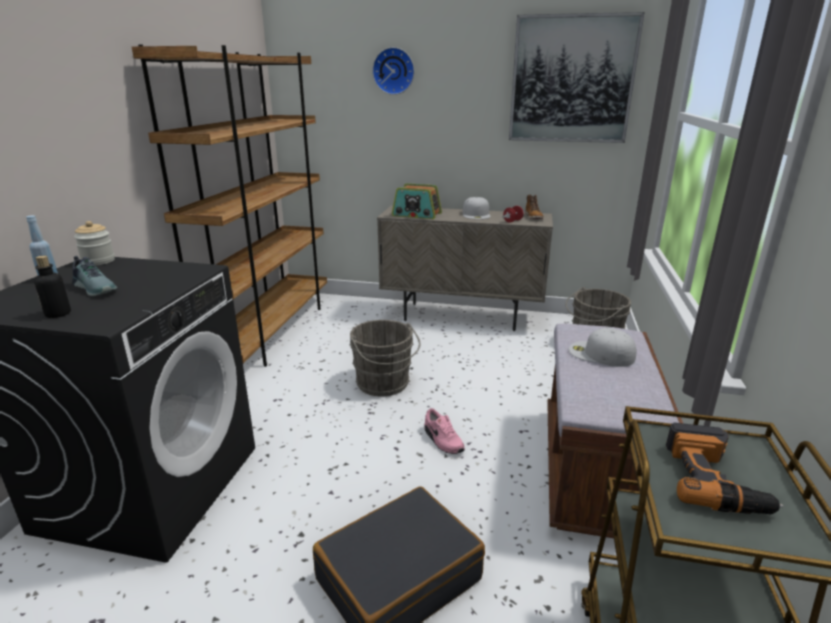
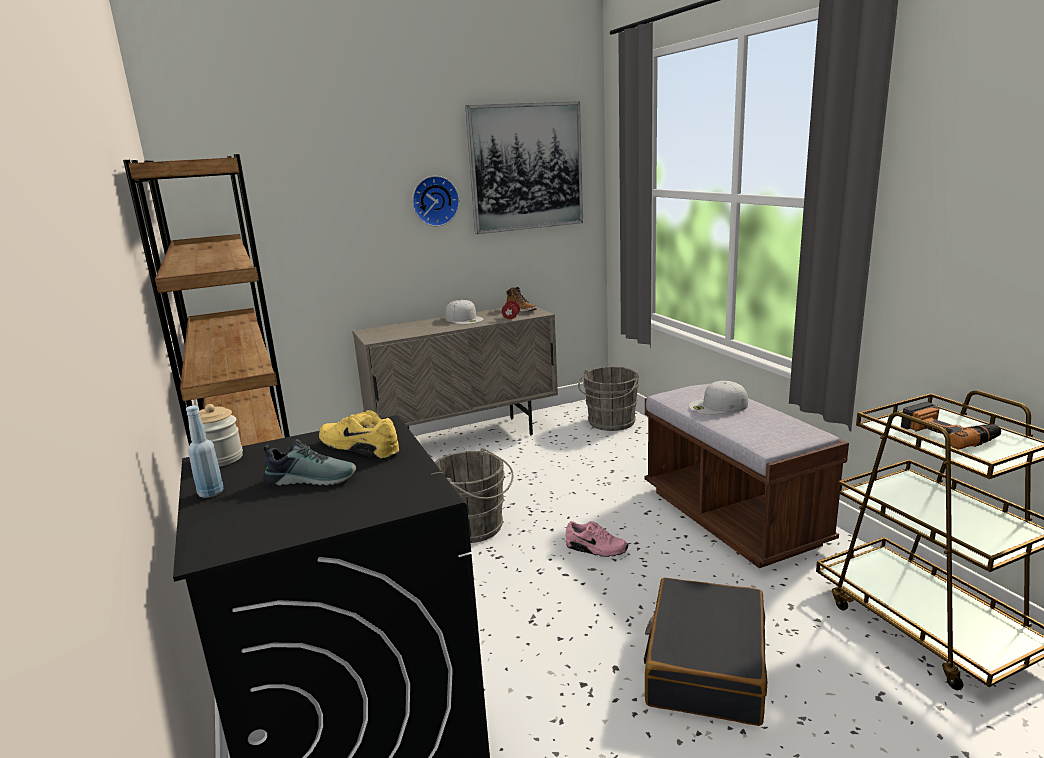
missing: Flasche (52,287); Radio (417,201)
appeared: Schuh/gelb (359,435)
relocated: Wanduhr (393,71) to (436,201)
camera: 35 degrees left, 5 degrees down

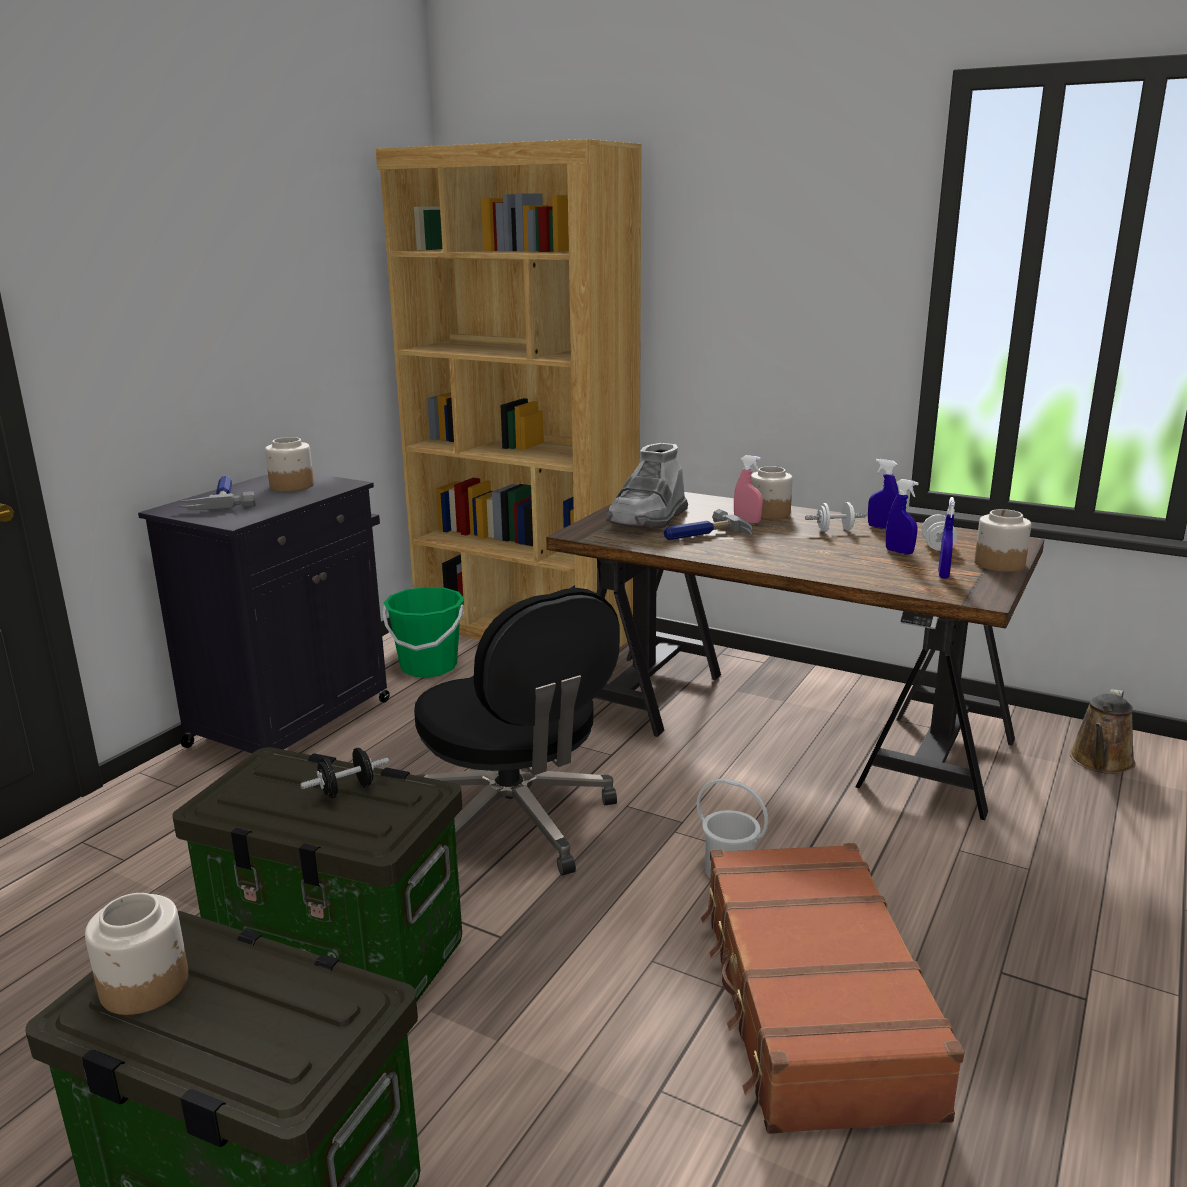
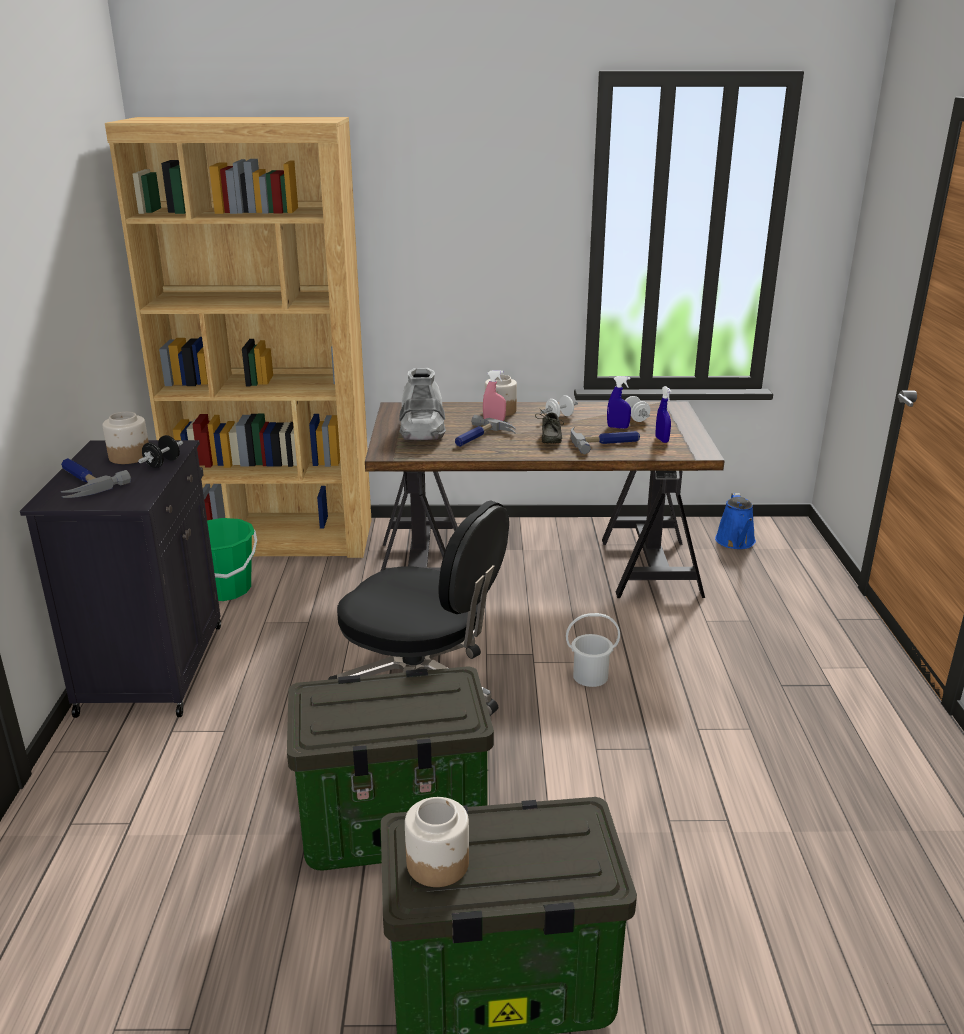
missing: Koffer/braun (832,988); Sprühflasche/blau (883,494); Vorratsglas (1002,540)
appeared: Schuh/grau (549,426); Hammer (605,440)
relocated: Hantel/schwarz (344,773) to (160,451)
colour: Gießkanne/braun (1102,731) to Gießkanne/blau (735,521)
camera: 30 degrees left, 5 degrees up

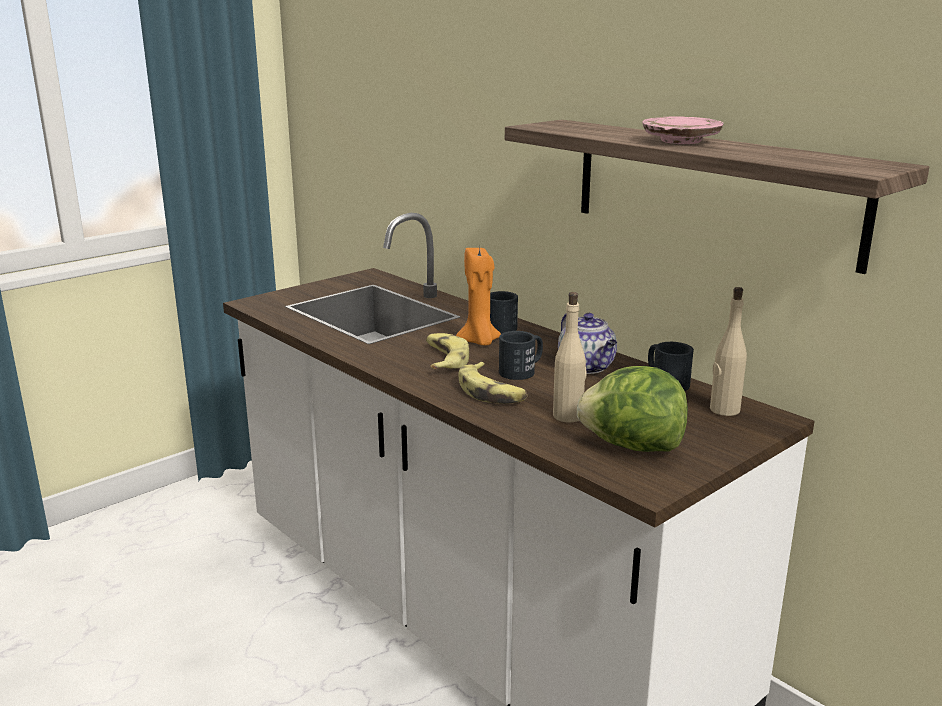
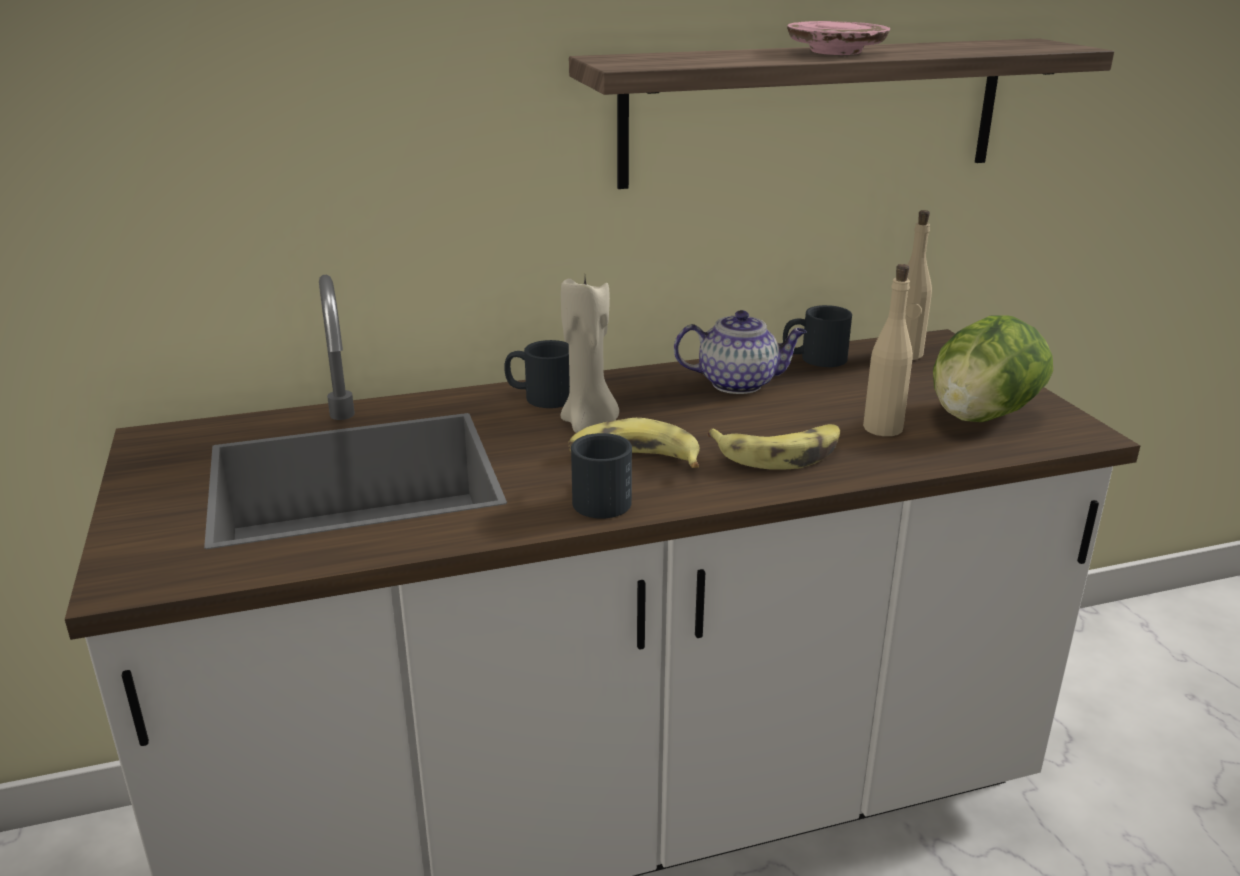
relocated: Henkelbecher/schwarz (521,355) to (601,476)
colour: Kerze/orange (478,296) to Kerze/beige (590,355)
camera: 65 degrees left, 5 degrees up

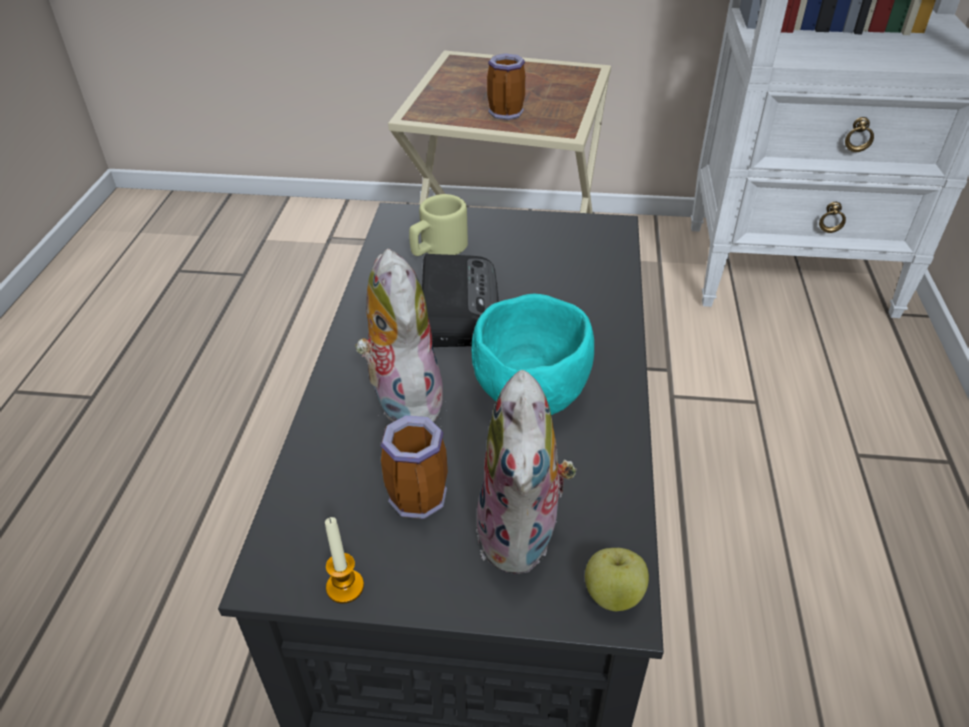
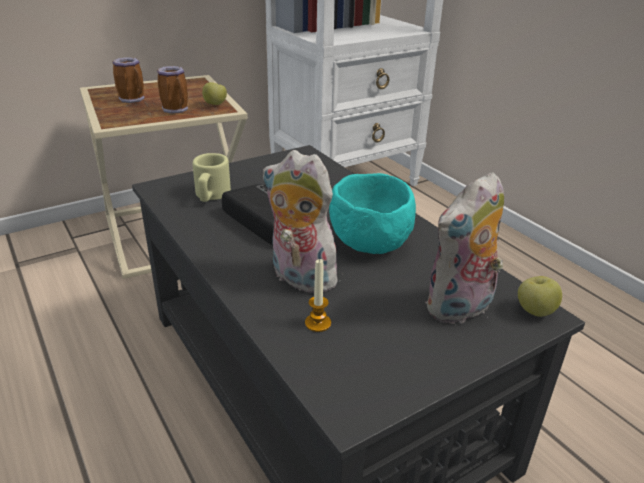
appeared: Apfel (214,93)
relocated: Kerze (344,560) to (318,295); Henkelbecher (414,467) to (128,80)
spun: Plüschtier (526,472) = (467,248) 90 degrees clockwise
camera: 40 degrees left, 10 degrees down

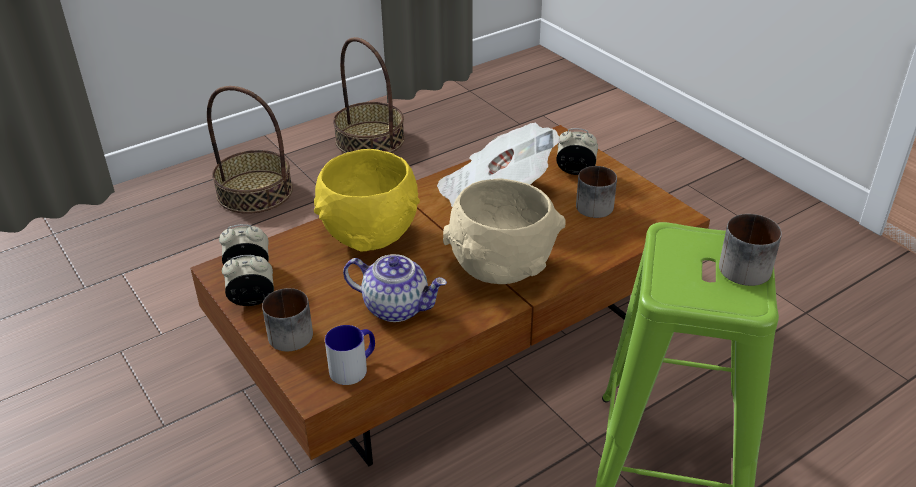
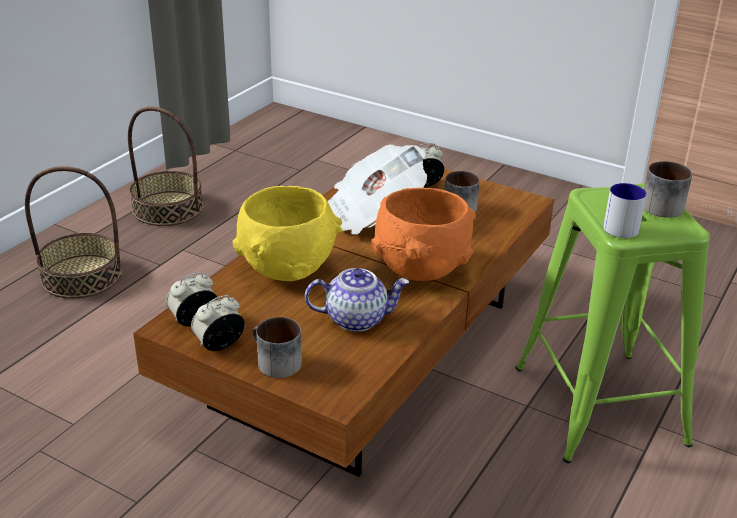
relocated: Henkelbecher (350,355) to (625,210)
colour: Schüssel/beige (504,231) to Schüssel/orange (424,234)
camera: 25 degrees left, 5 degrees down

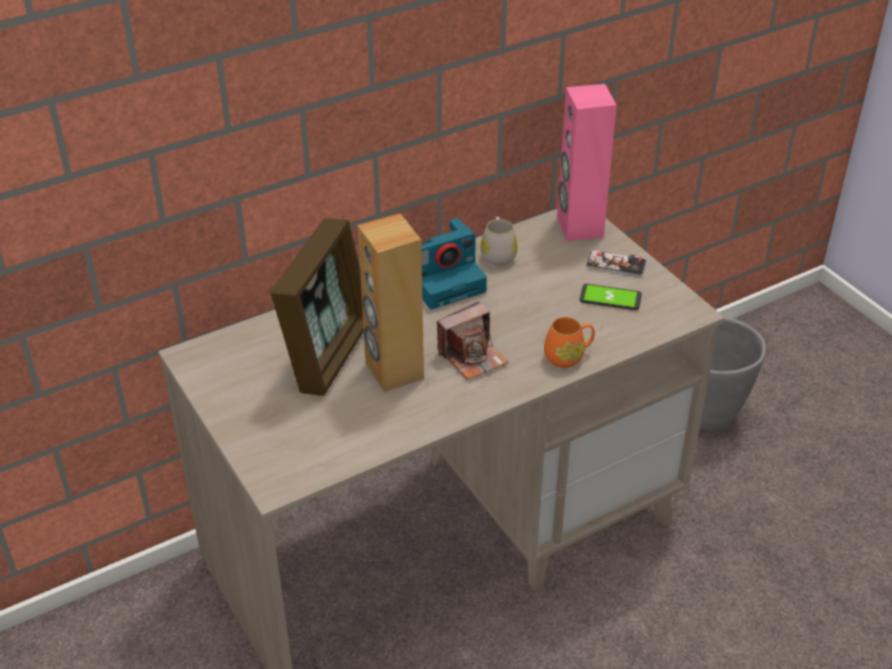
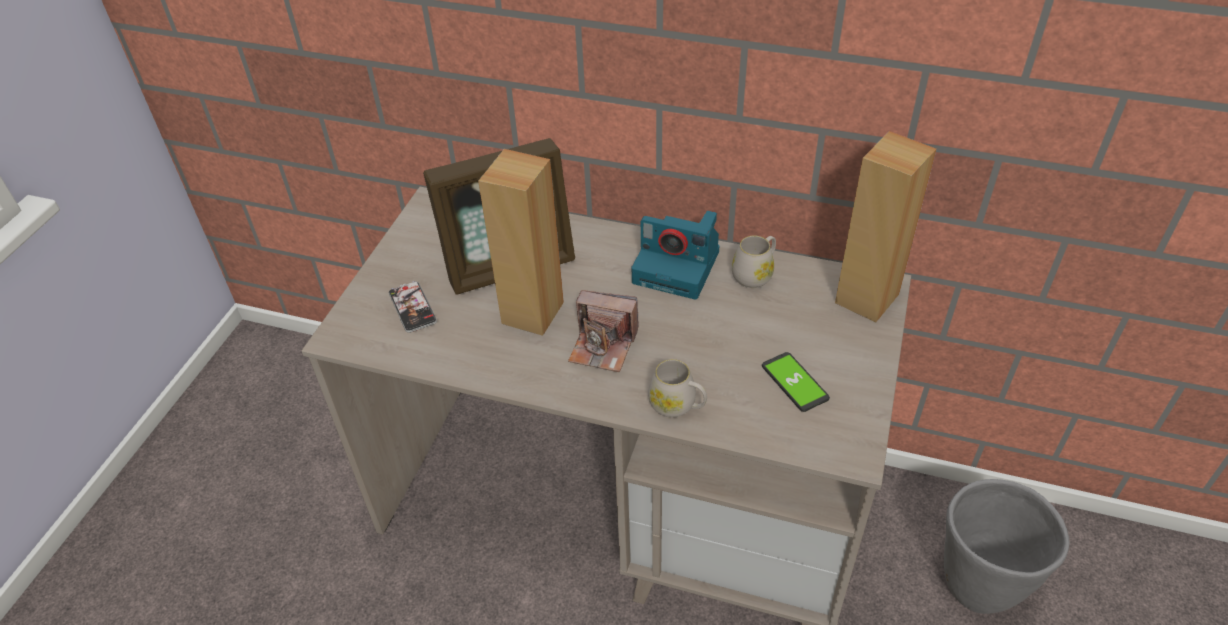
relocated: Handy (616,263) to (413,307)
colour: Henkelbecher/orange (569,342) to Henkelbecher/weiß (677,388); Lautsprecher/rosa (587,162) to Lautsprecher/braun (885,226)
camera: 50 degrees right, 5 degrees up

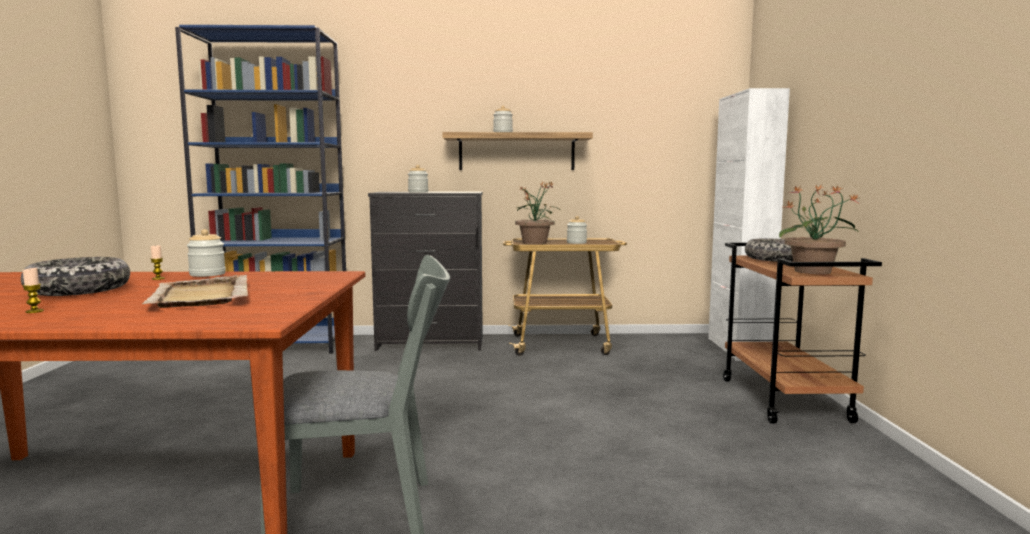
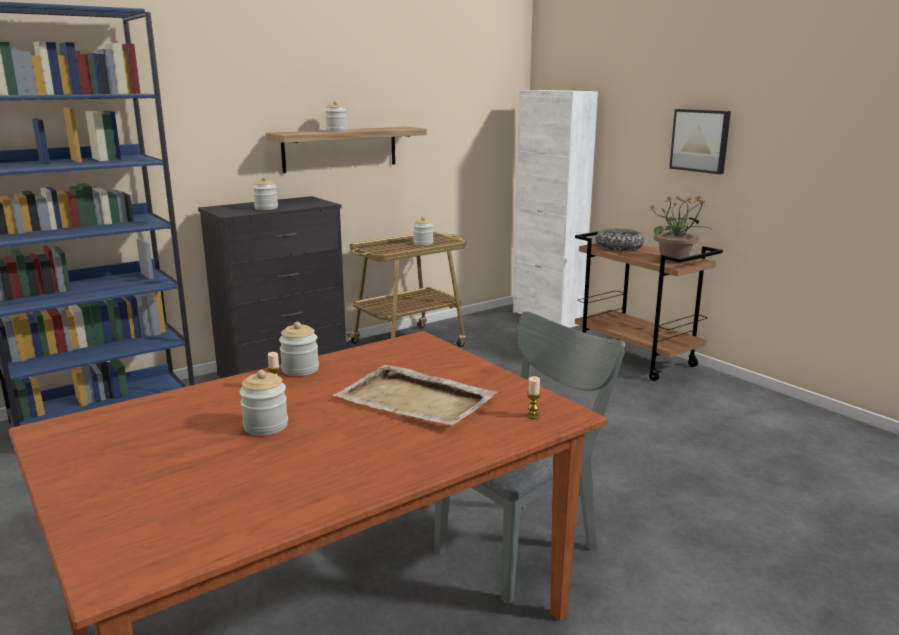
missing: Topfpflanze (537,213)
appeared: Bild (700,141)
relocated: Kerze (33,290) to (533,397)
exchanged: Schüssel (75,276) to Vorratsglas (263,402)
camera: 35 degrees left, 10 degrees up

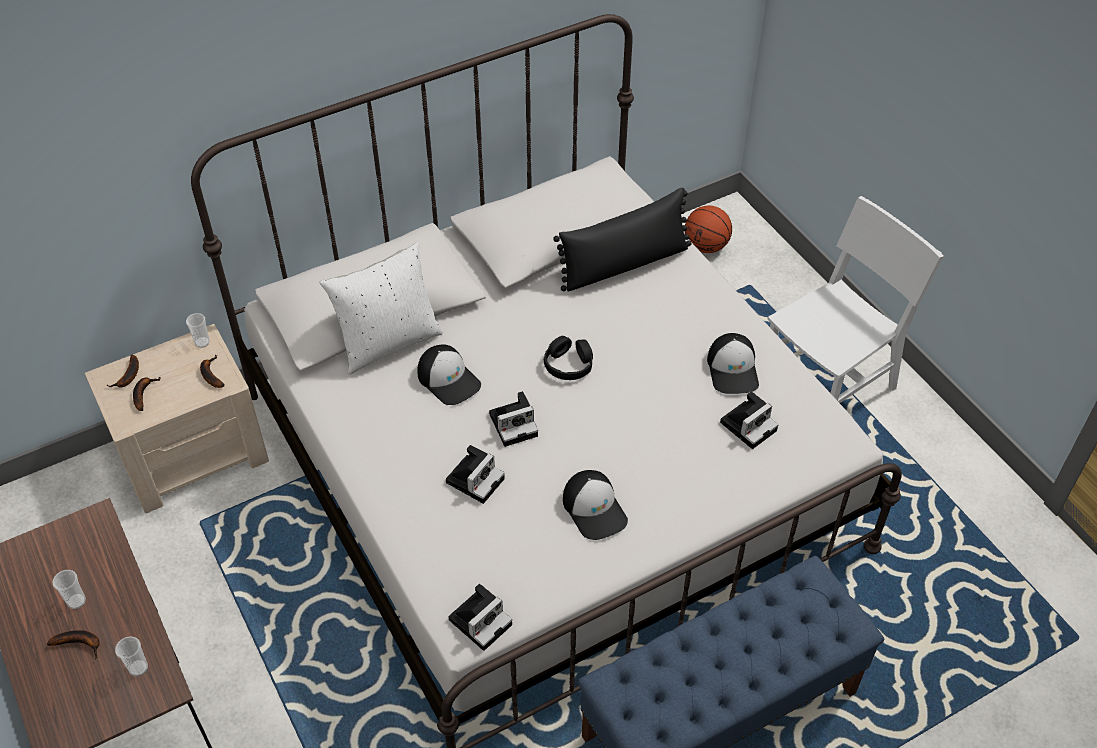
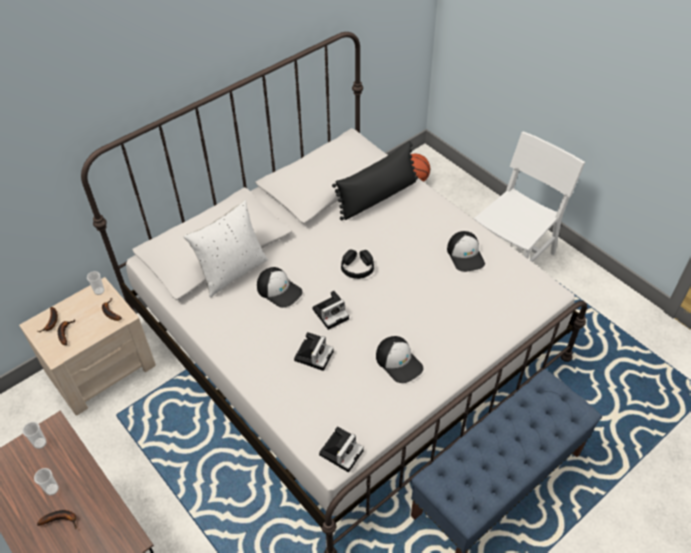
missing: Kamera (749,420)
relocated: Tasse (131,656) to (34,435)
camera: 10 degrees left, 0 degrees up

